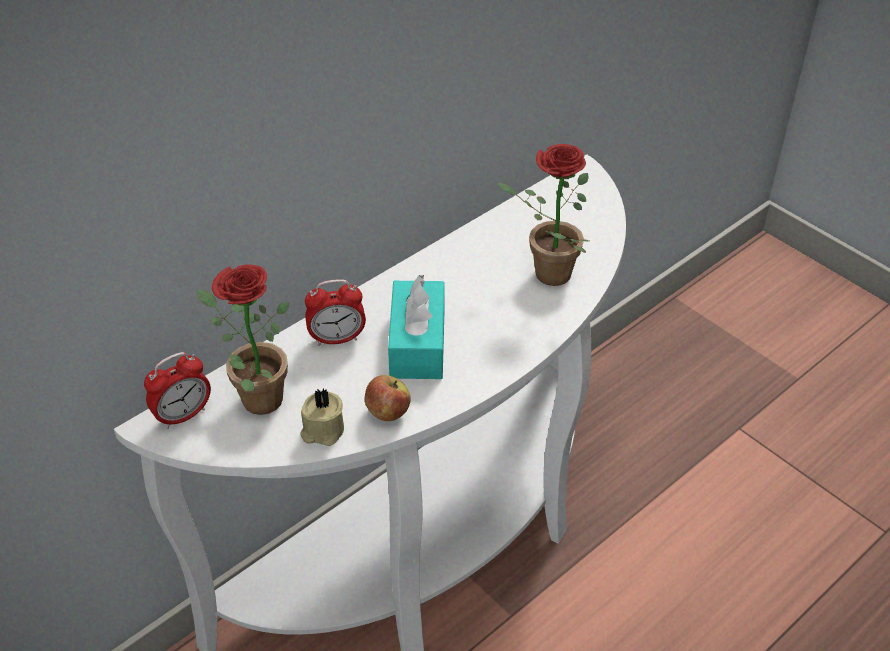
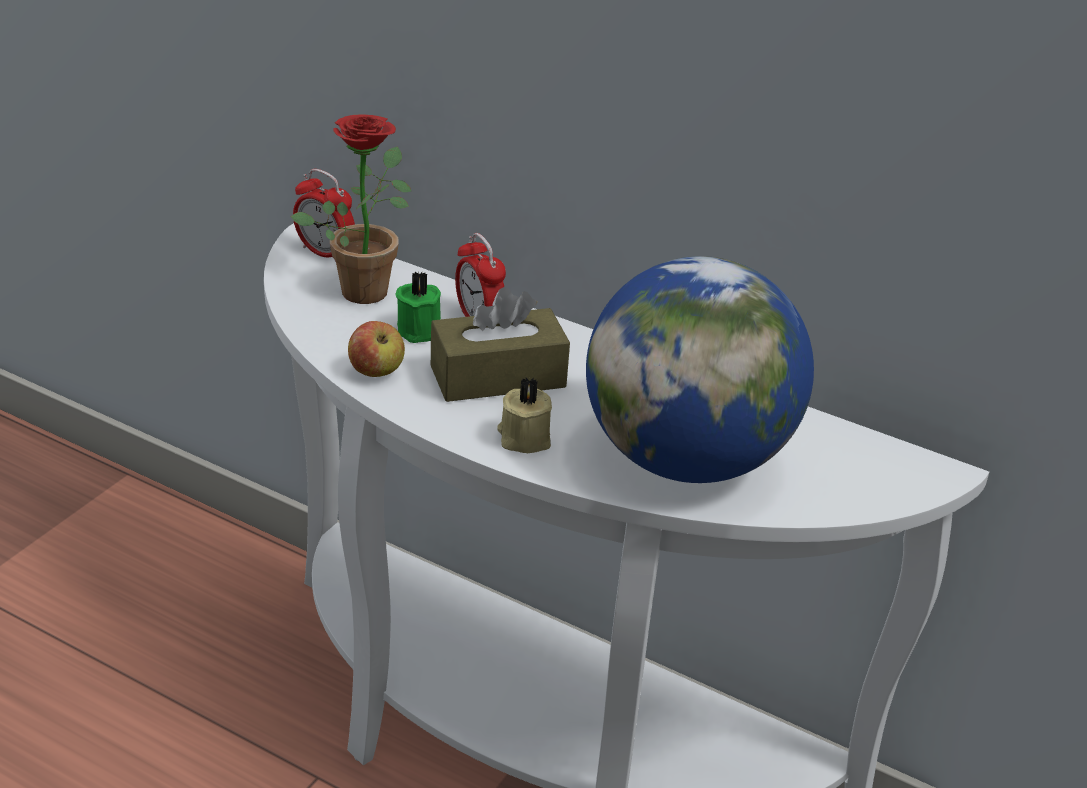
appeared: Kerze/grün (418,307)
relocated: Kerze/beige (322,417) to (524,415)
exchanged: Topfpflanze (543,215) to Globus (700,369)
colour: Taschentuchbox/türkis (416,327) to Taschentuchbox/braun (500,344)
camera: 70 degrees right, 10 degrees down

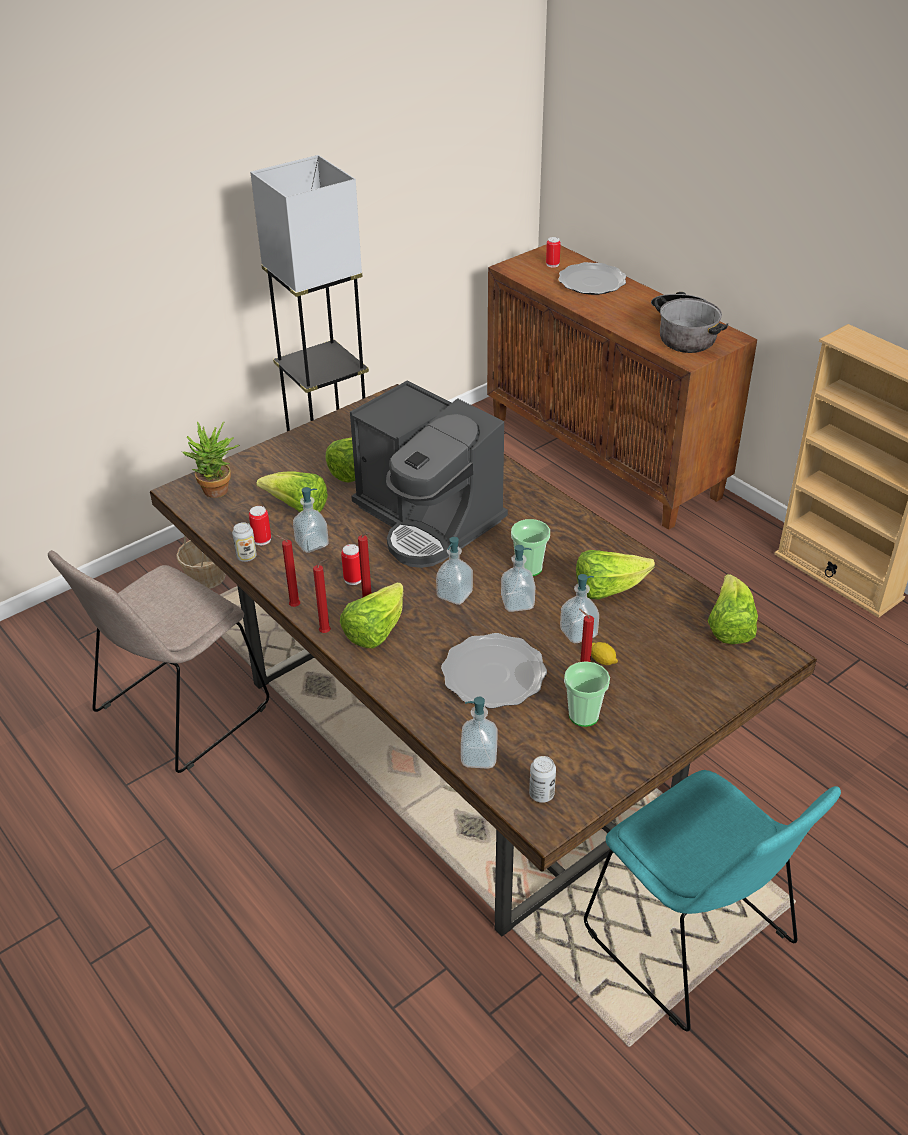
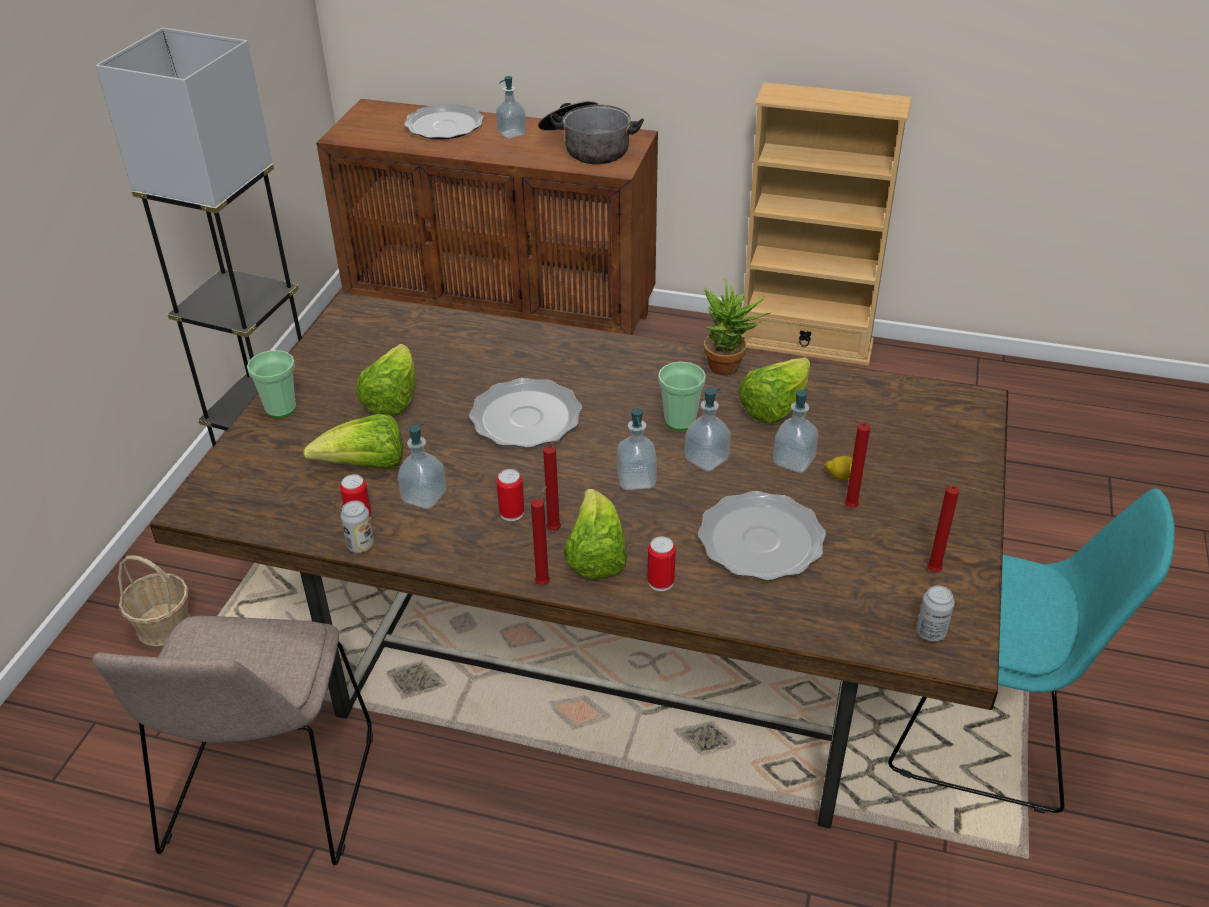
missing: Salatkopf (733,609)
relocated: Topfpflanze (211,459) to (737,326); Kerze/rot (288,571) to (943,528); Seifenspender (479,733) to (511,107); Dose (553,252) to (662,563); Tasse (587,694) to (271,384)
exchanged: Kaffeemaschine (429,474) to Teller (525,413)
camera: 35 degrees left, 0 degrees up

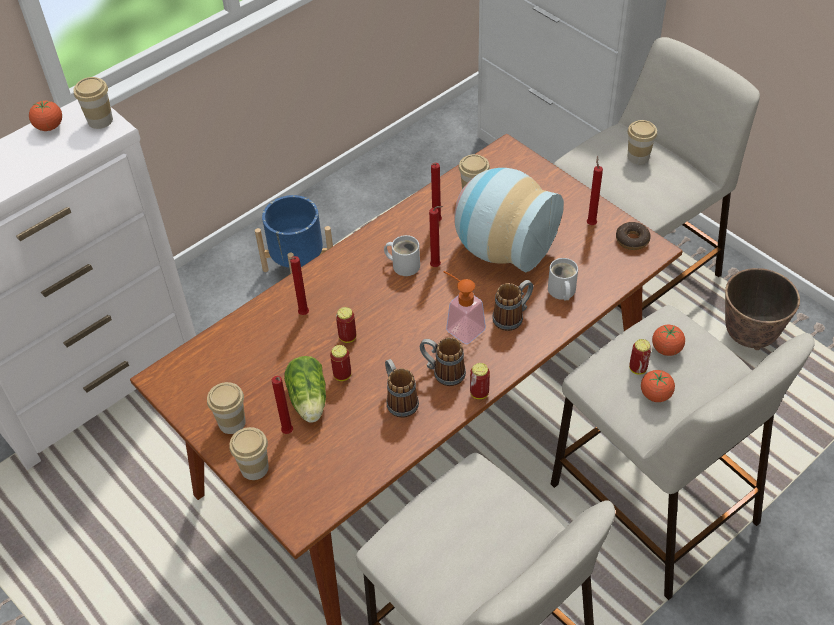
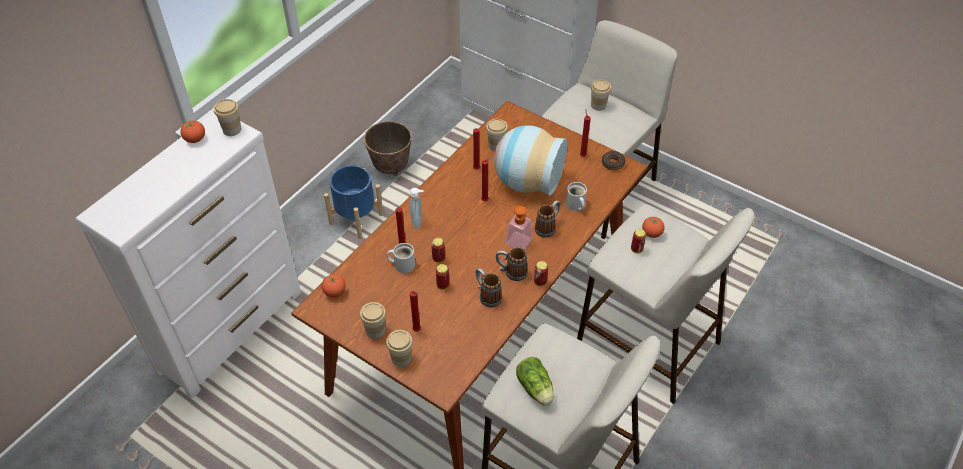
appeared: Seifenspender (417,208)
relocated: Salatkopf (305,389) to (535,381); Henkelbecher/weiß (402,255) to (401,258); Tomate (658,386) to (334,285); Pflanzkübel (762,309) to (388,148)
camera: 15 degrees left, 0 degrees up

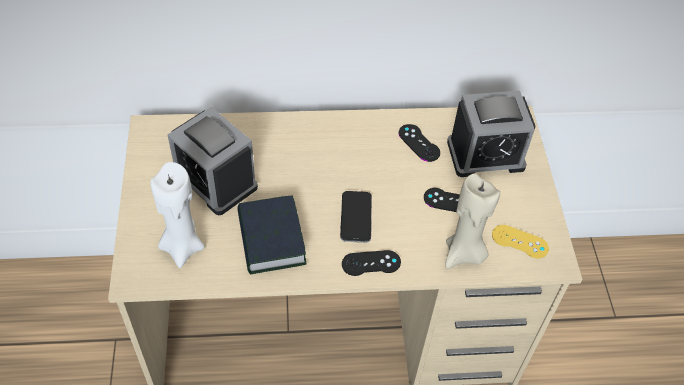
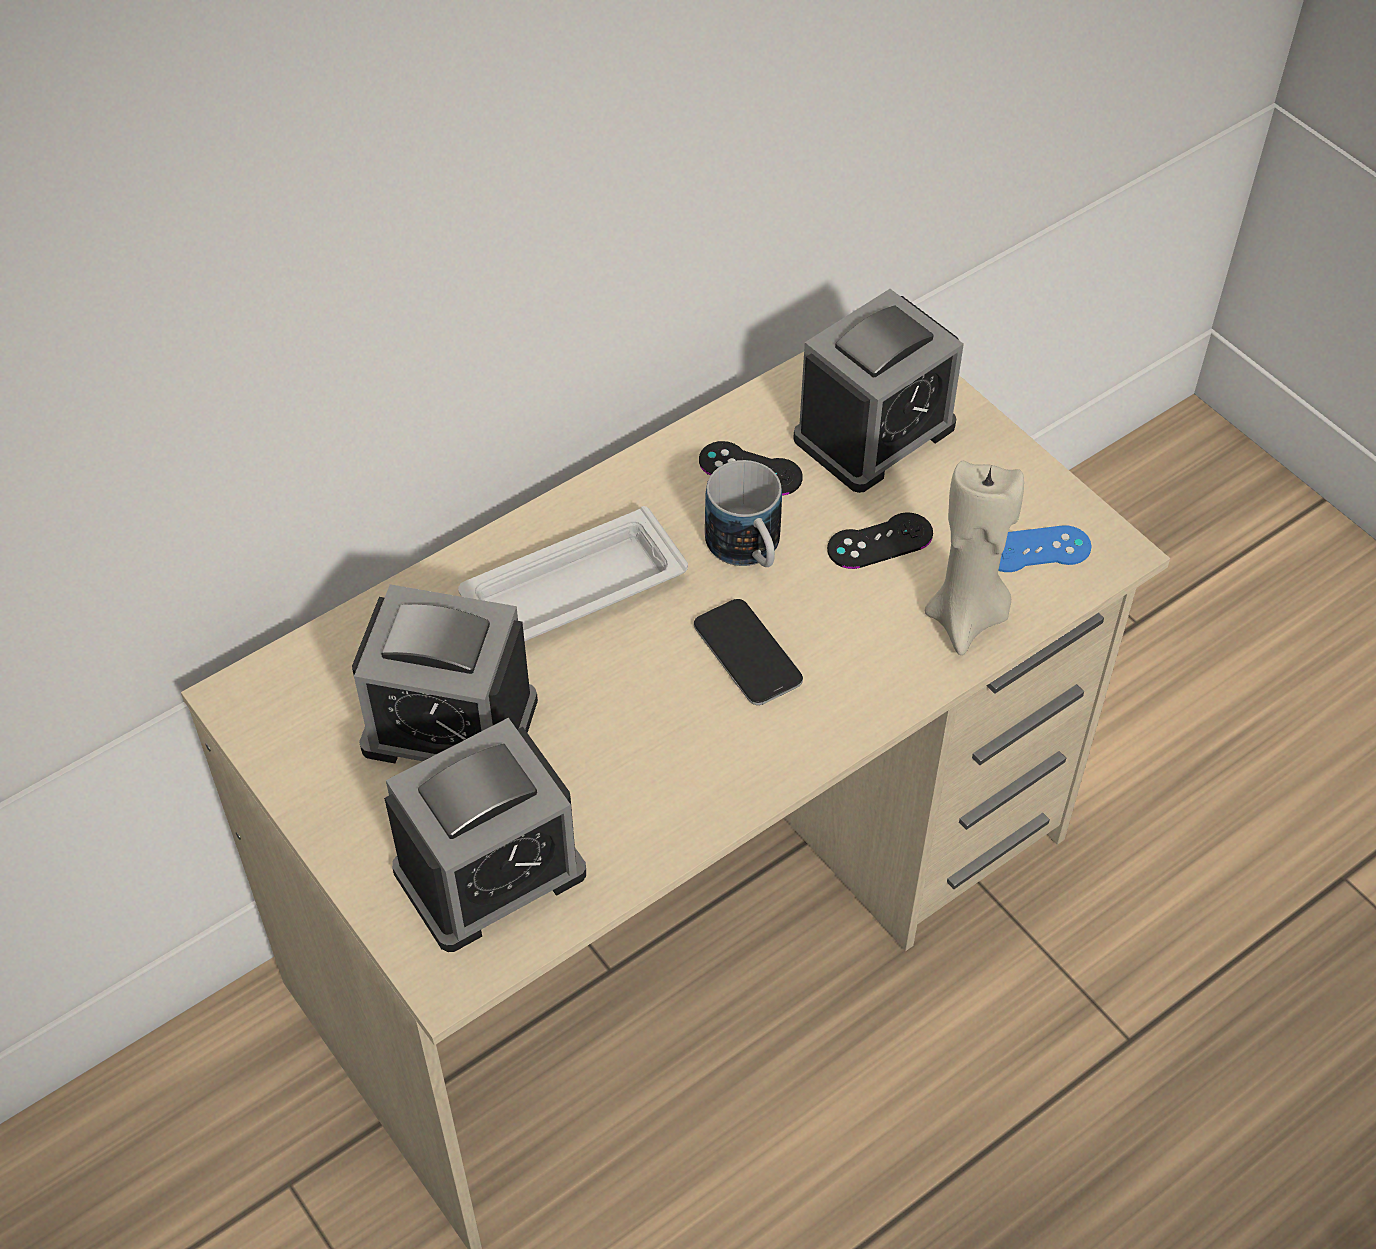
missing: Buch (272,234); Gamepad/schwarz (371,263)
appeared: Tablett/weiß (573,573); Henkelbecher (743,513)
exchanged: Kerze/weiß (177,215) to Wecker (485,835)
colour: Gamepad/gelb (520,241) to Gamepad/blau (1044,548)
camera: 30 degrees left, 0 degrees up

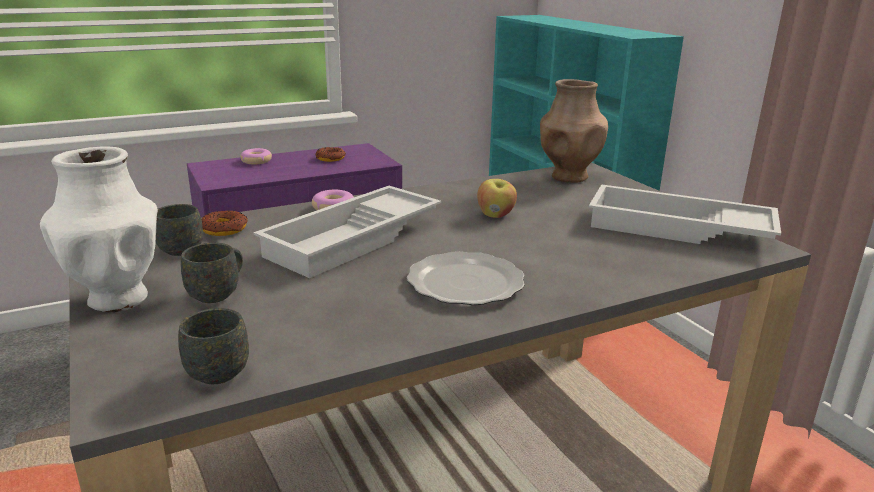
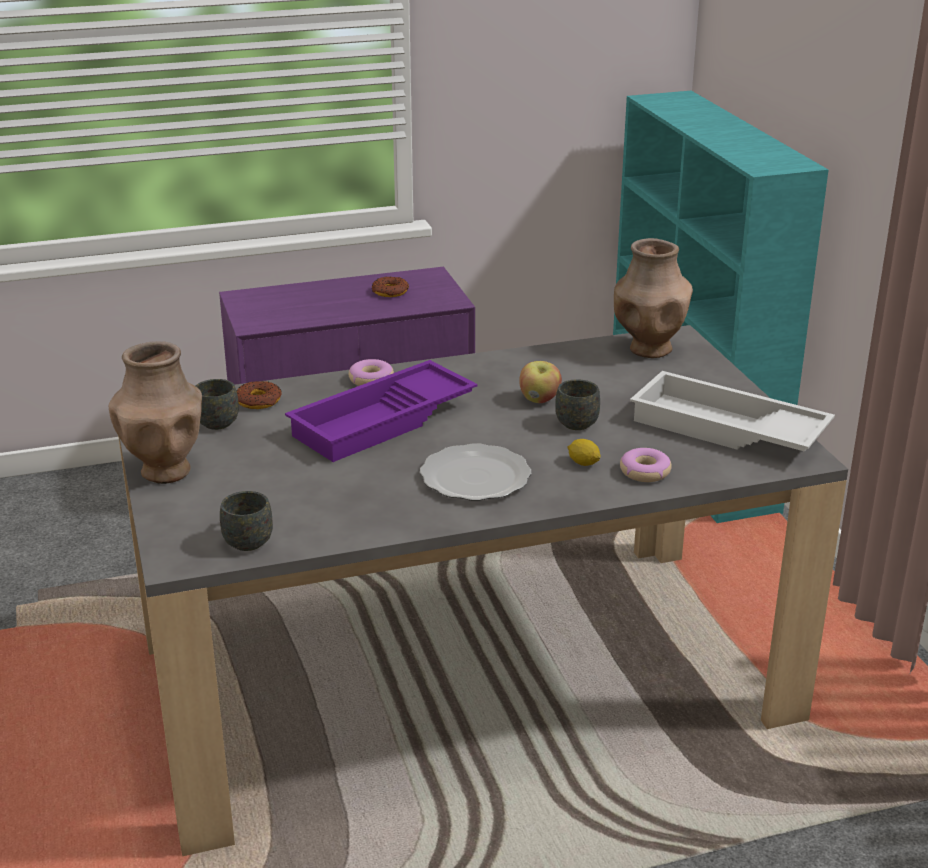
appeared: Zitrone (584,452)
relocated: Henkelbecher/grau (212,273) to (577,404); Donut (256,156) to (646,465)
colour: Vase/weiß (99,229) to Vase/braun (155,412); Tablett/weiß (347,232) to Tablett/lila (381,411)
camera: 10 degrees right, 5 degrees up

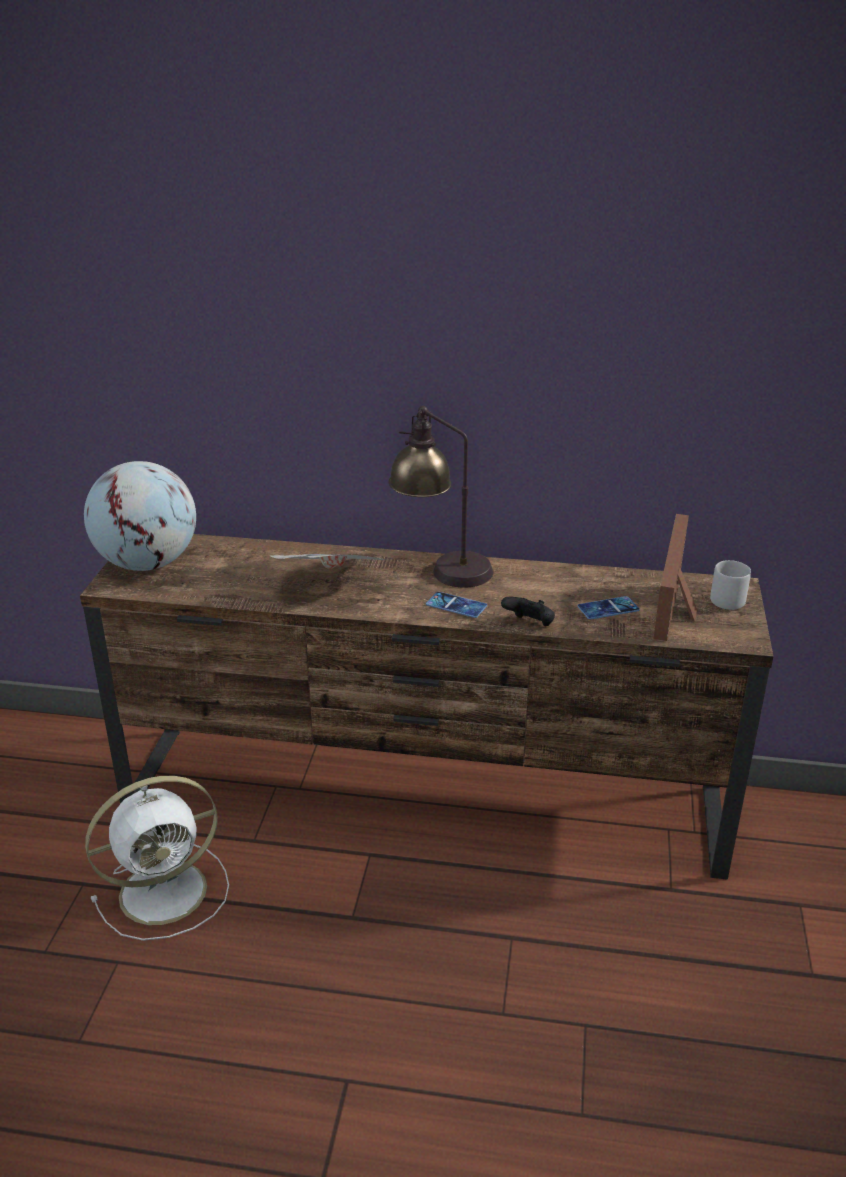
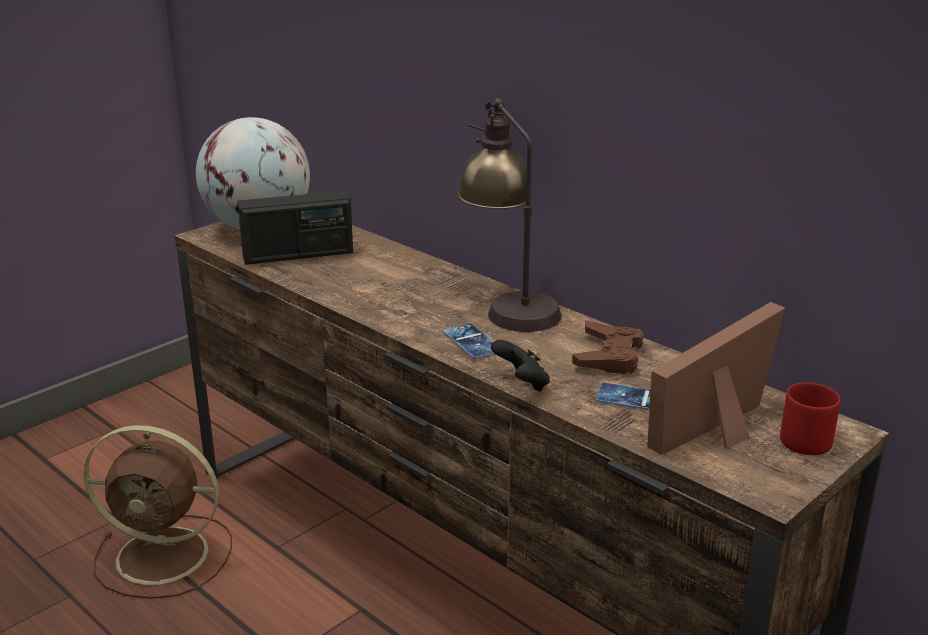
missing: Zeitung (328,561)
appeared: Radio (295,228); Gamepad/braun (608,347)
colour: Ventilator/weiß (157,858) to Ventilator/braun (158,512); Henkelbecher/grau (730,585) to Henkelbecher/rot (810,418)
camera: 35 degrees right, 5 degrees down

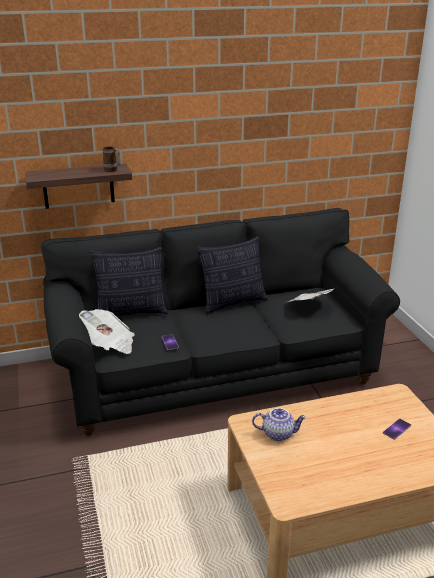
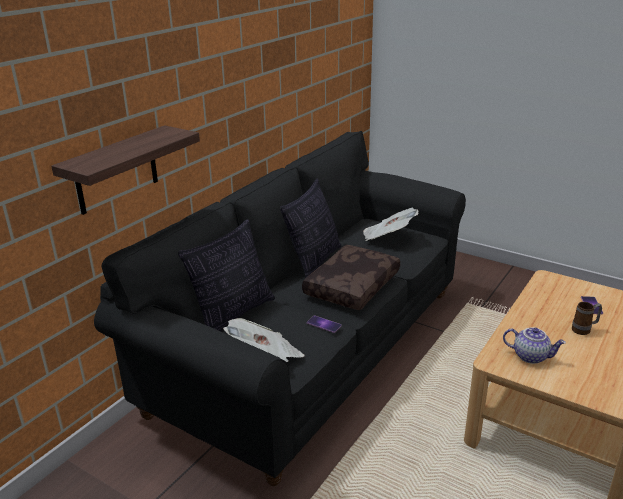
appeared: Kissen/braun (351,277)
relocated: Henkelbecher (111,159) to (587,318)
spun: Teekanne (279,424) = (534,345) 60 degrees clockwise
camera: 40 degrees left, 0 degrees up

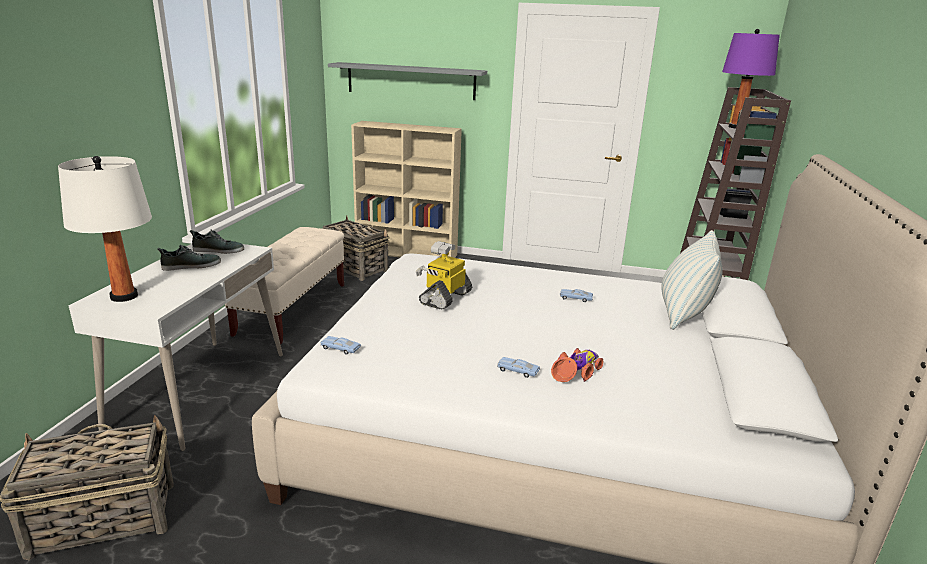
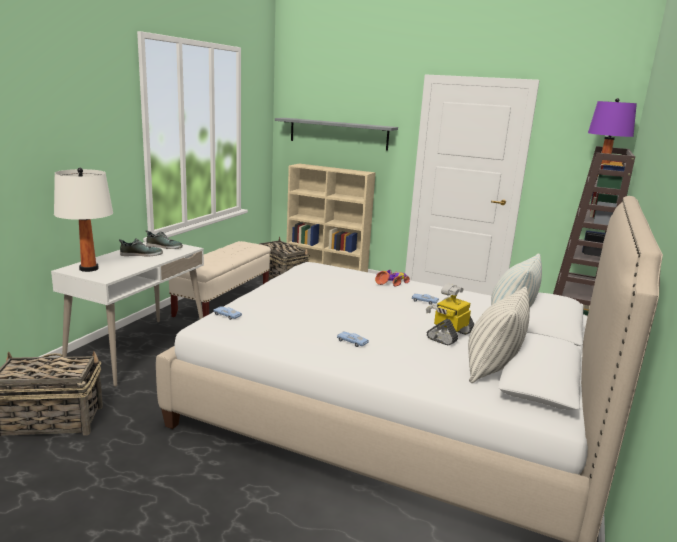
appeared: Kissen (499,334)
relocated: Spielzeugroboter (444,275) to (450,314); Spielzeugauto (577,365) to (392,278)
camera: 10 degrees right, 5 degrees down

